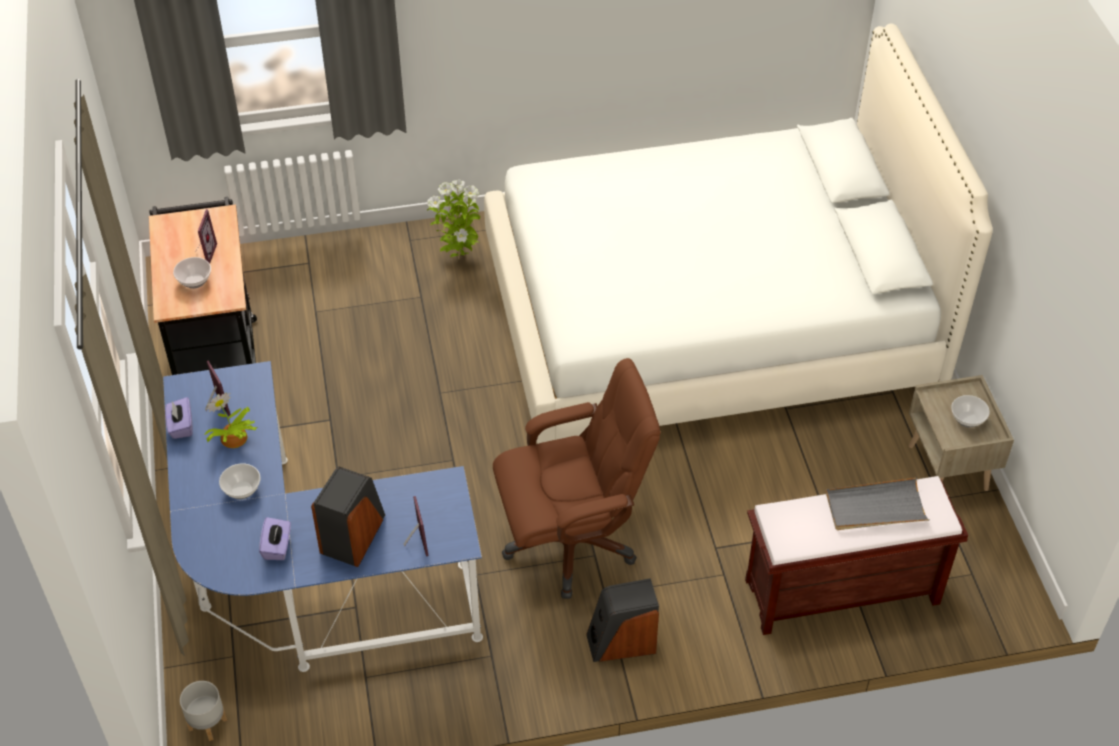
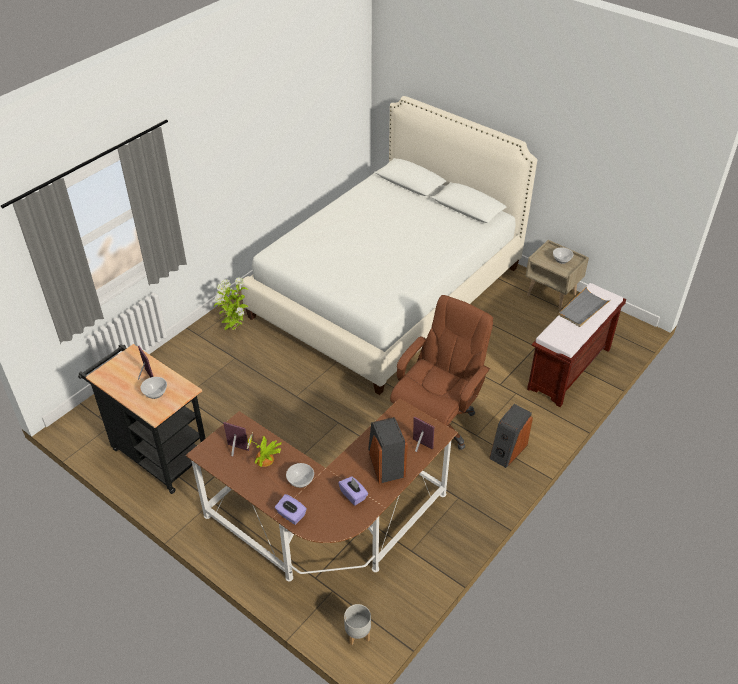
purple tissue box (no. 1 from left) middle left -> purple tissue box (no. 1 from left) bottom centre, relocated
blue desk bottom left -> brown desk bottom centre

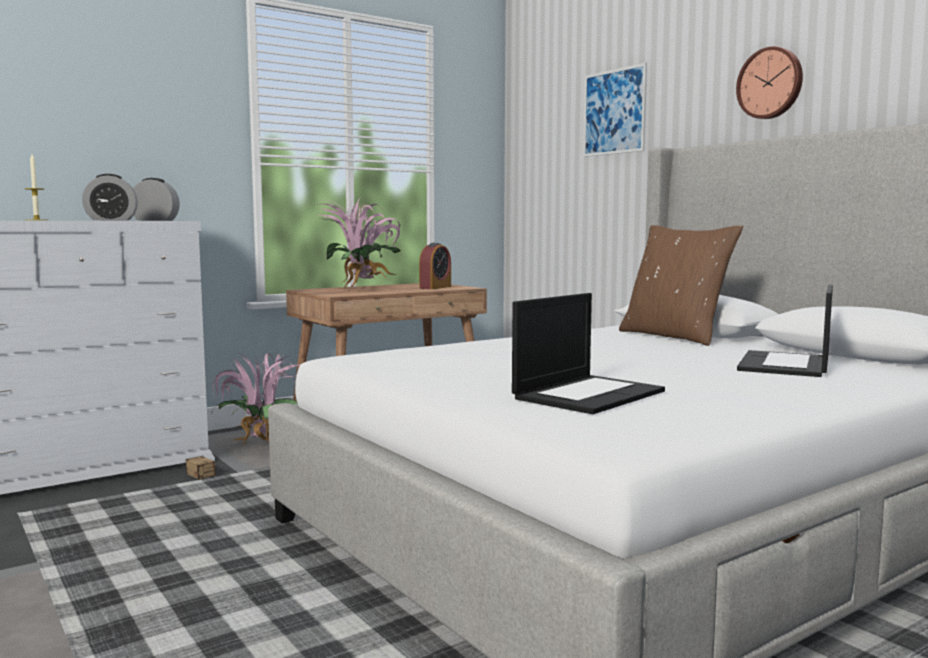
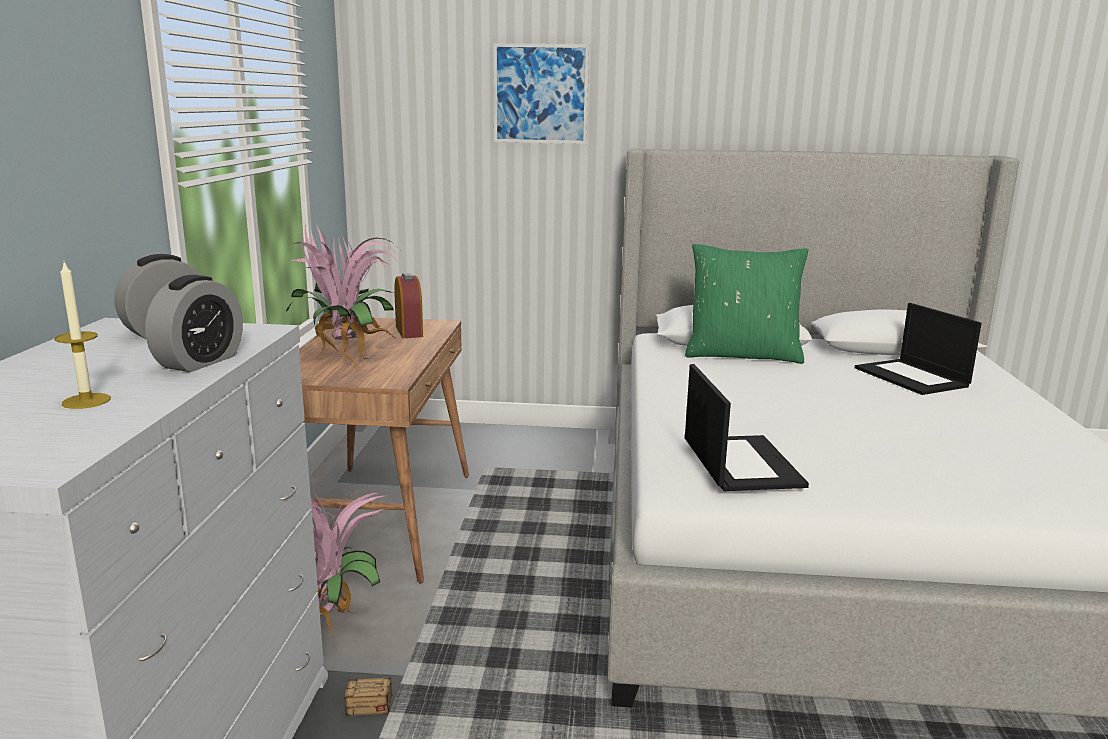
wall clock top right -> none
laptop (no. 1 from left) centre -> laptop (no. 1 from left) middle right, relocated
brown pillow middle right -> green pillow middle right

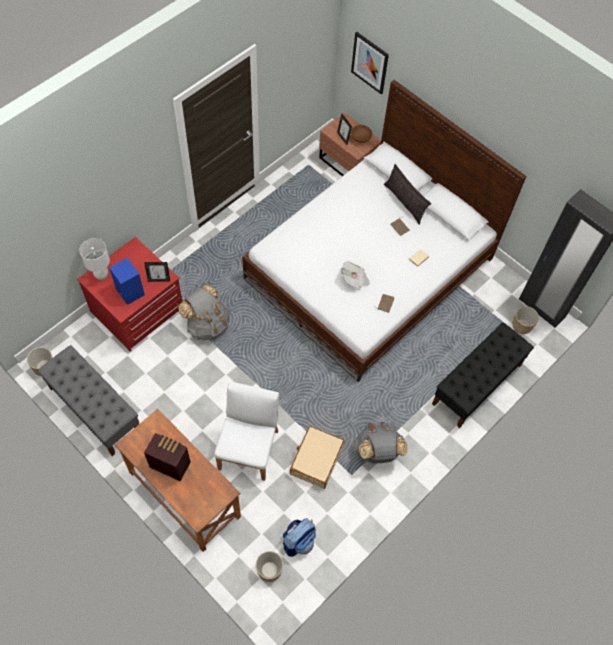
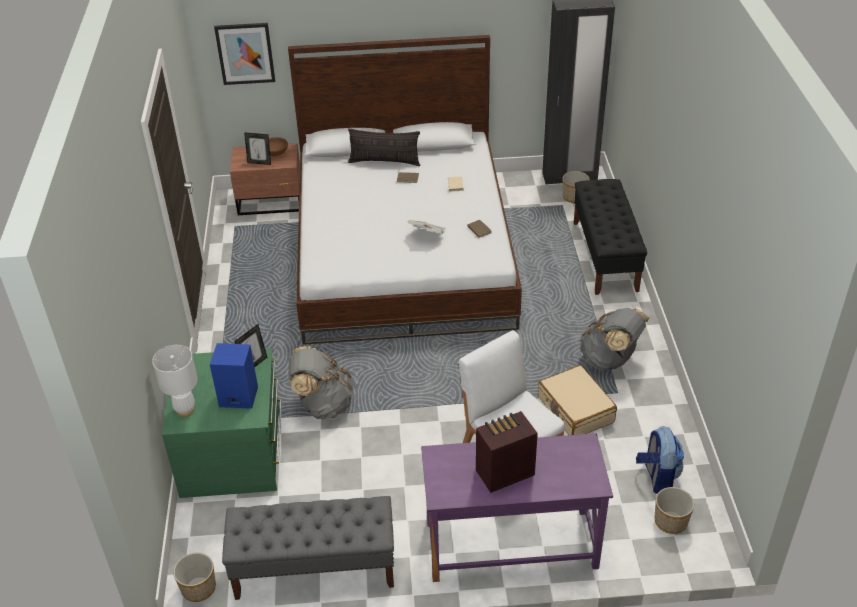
red dresser middle left -> green dresser bottom left
brown desk bottom left -> purple desk bottom centre

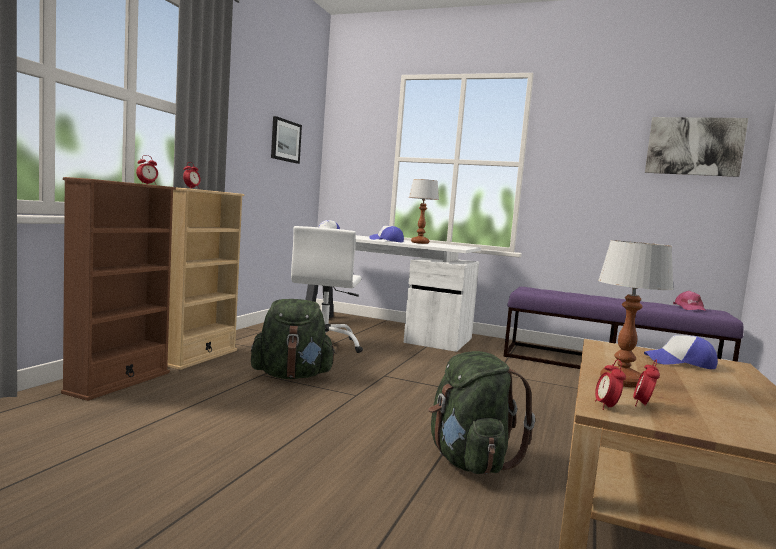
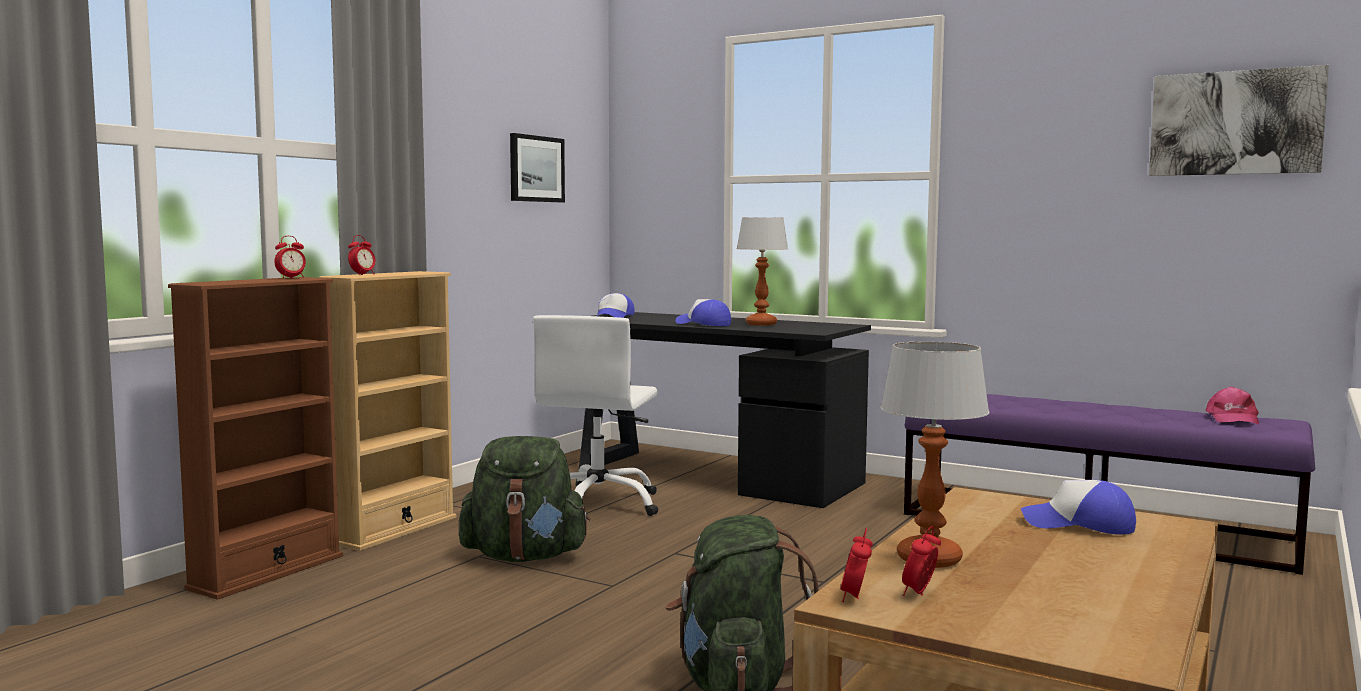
white desk centre -> black desk centre

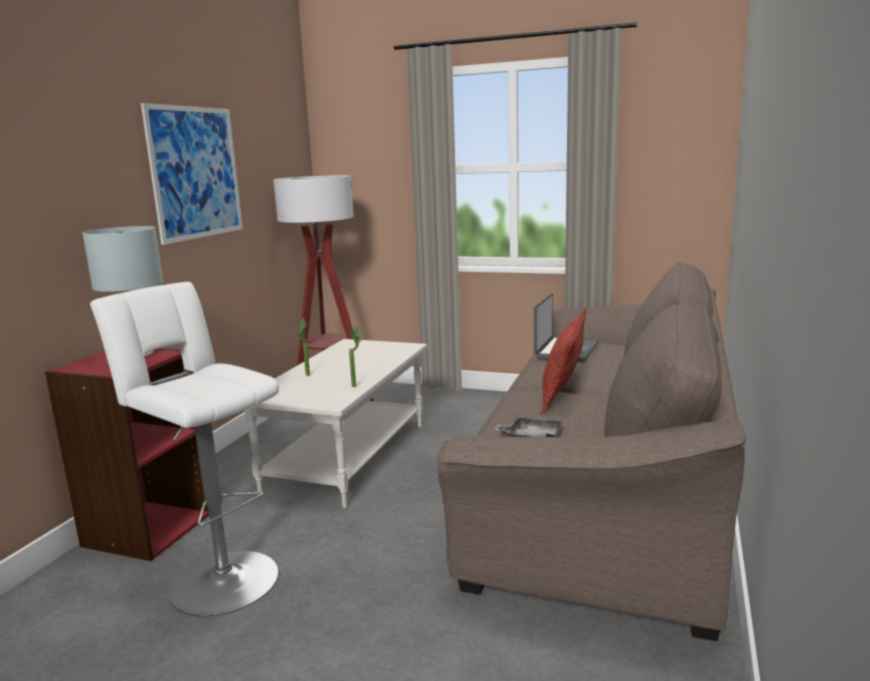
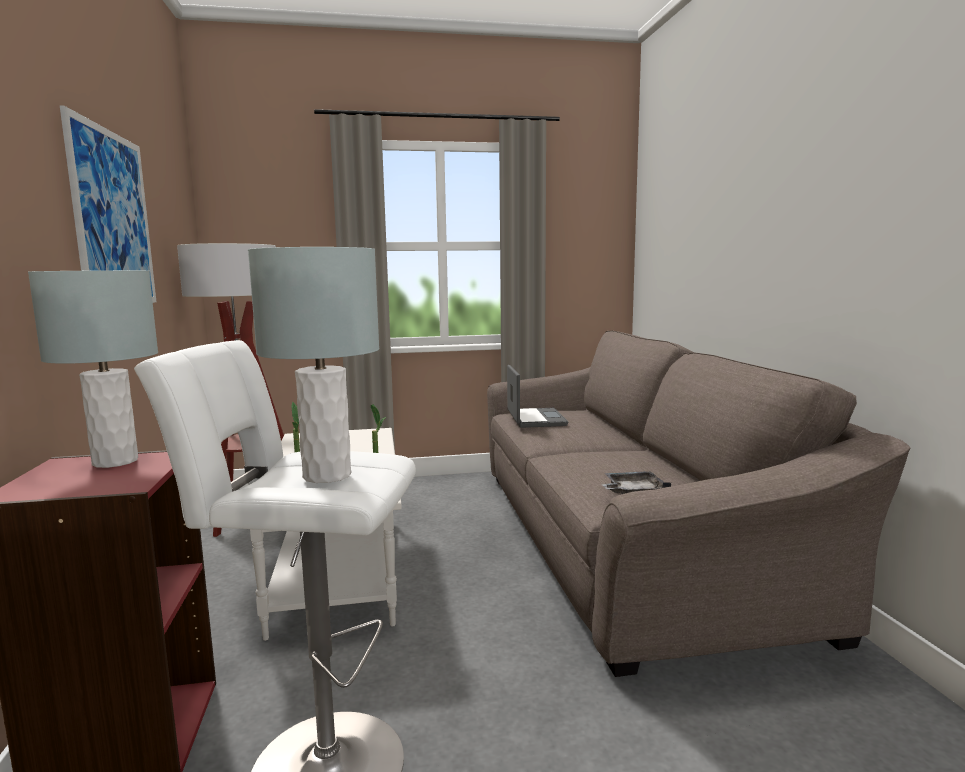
pillow centre -> none
none -> grey table lamp (no. 2 from left) middle left

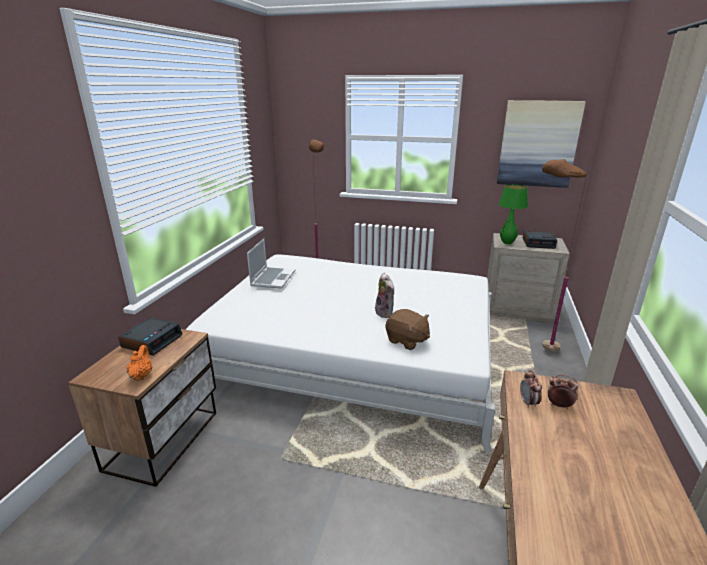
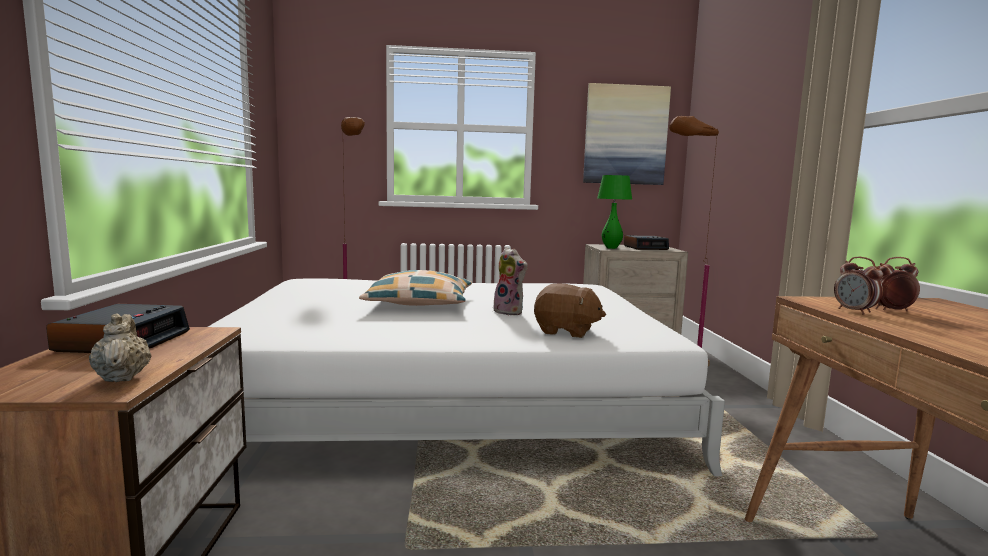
laptop centre -> none
none -> pillow centre
orange teapot middle left -> beige teapot middle left

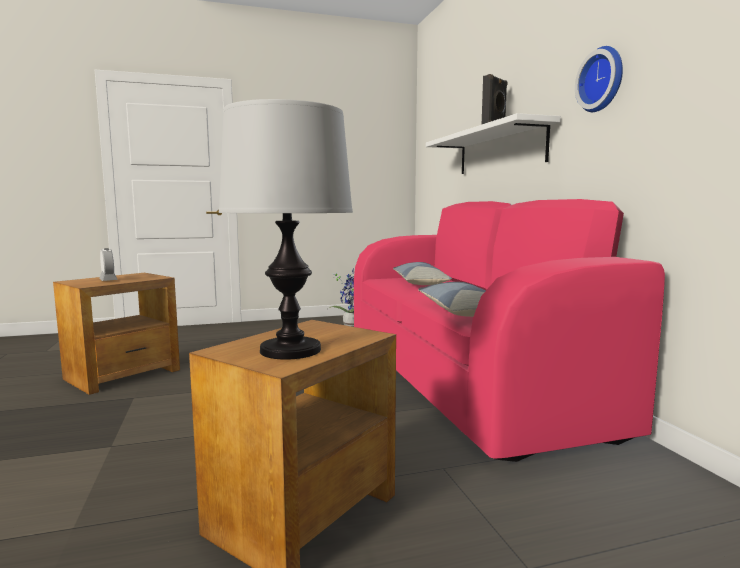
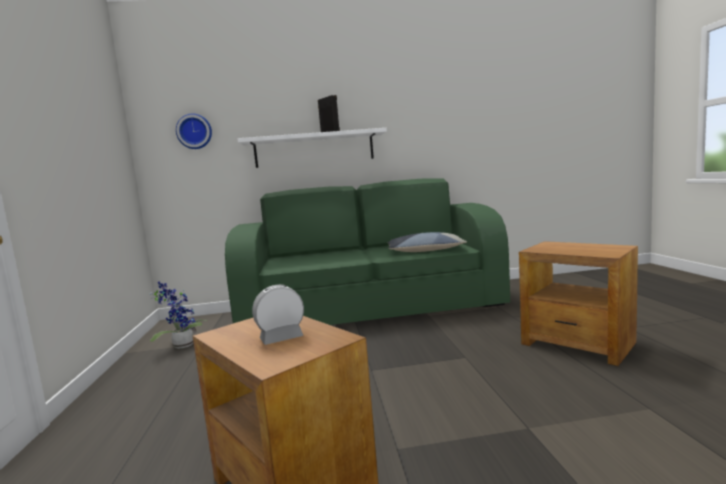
table lamp centre -> none
pillow (no. 1 from left) centre -> none
wall clock top right -> wall clock top left, relocated
pink sofa middle right -> green sofa centre

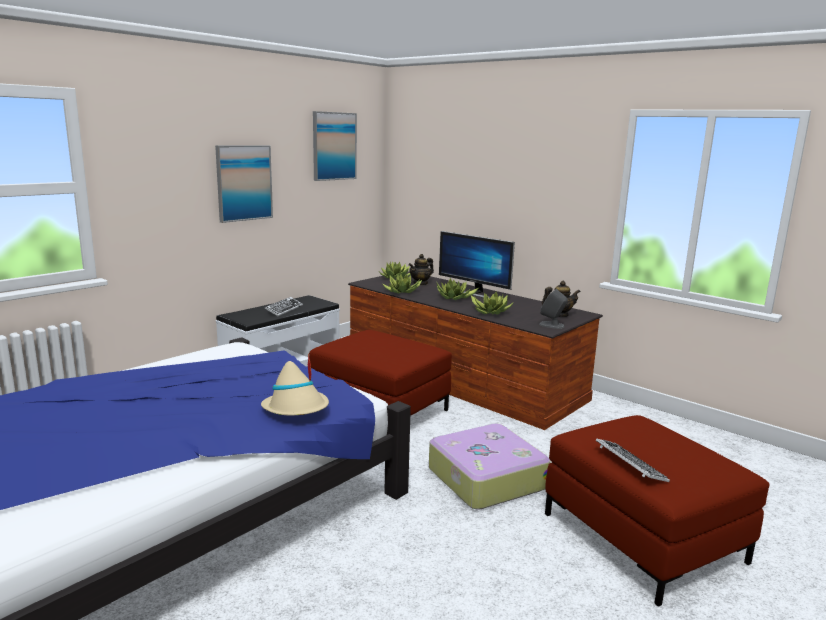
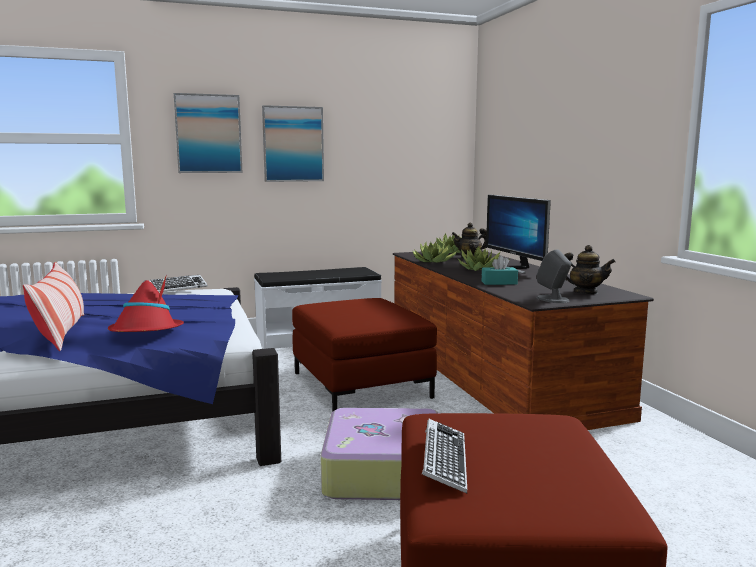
none -> pillow middle left
keyboard (no. 1 from left) centre -> keyboard (no. 1 from left) middle left, relocated
picture (no. 2 from left in the first image) top centre -> picture (no. 1 from left) top left, relocated
potted plant (no. 4 from left) centre -> turquoise tissue box centre
beige hat centre -> red hat middle left

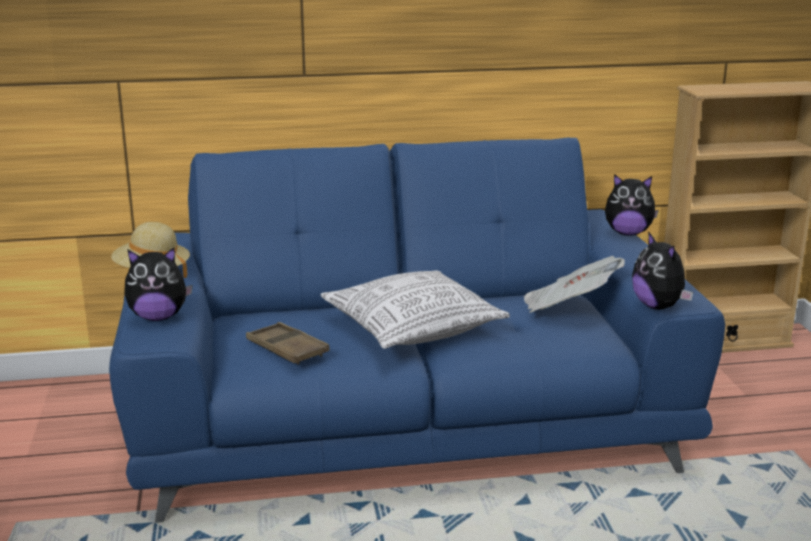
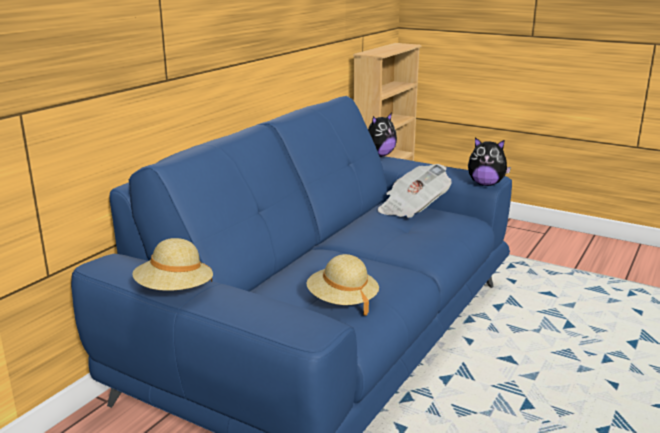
plush toy (no. 1 from left) middle left -> none
pillow centre -> none
brown tray centre -> beige hat (no. 2 from left) centre

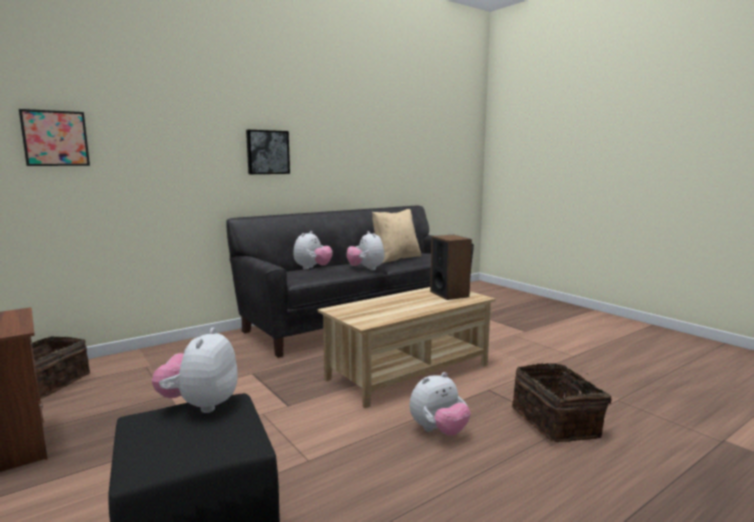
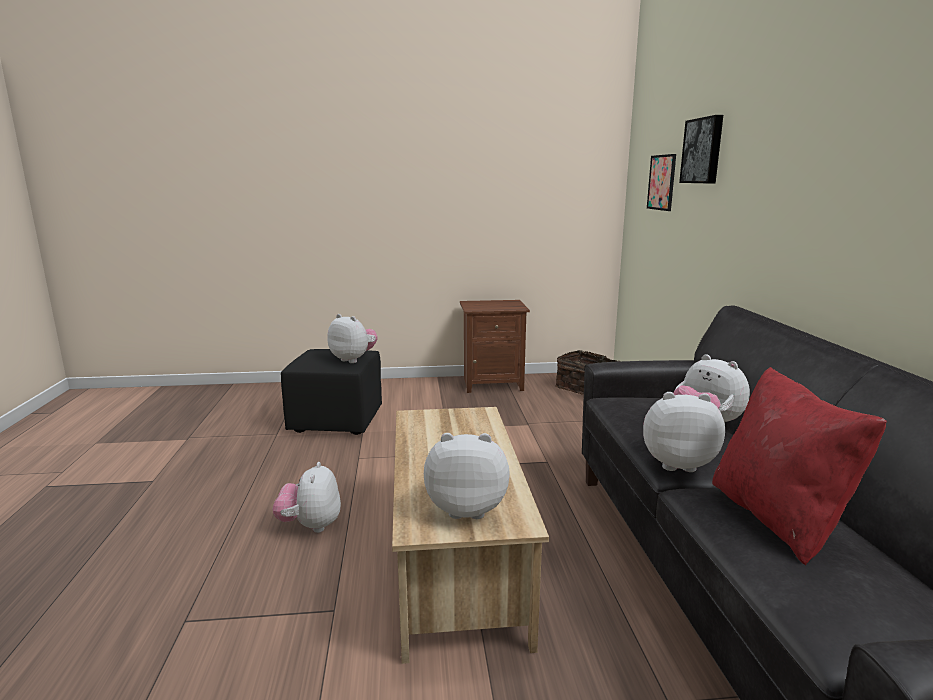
basket (no. 2 from left) bottom right -> none
picture (no. 2 from left) top centre -> picture (no. 2 from left) top right, relocated
speaker centre -> plush toy (no. 3 from left) bottom centre
beige pillow centre -> red pillow middle right

